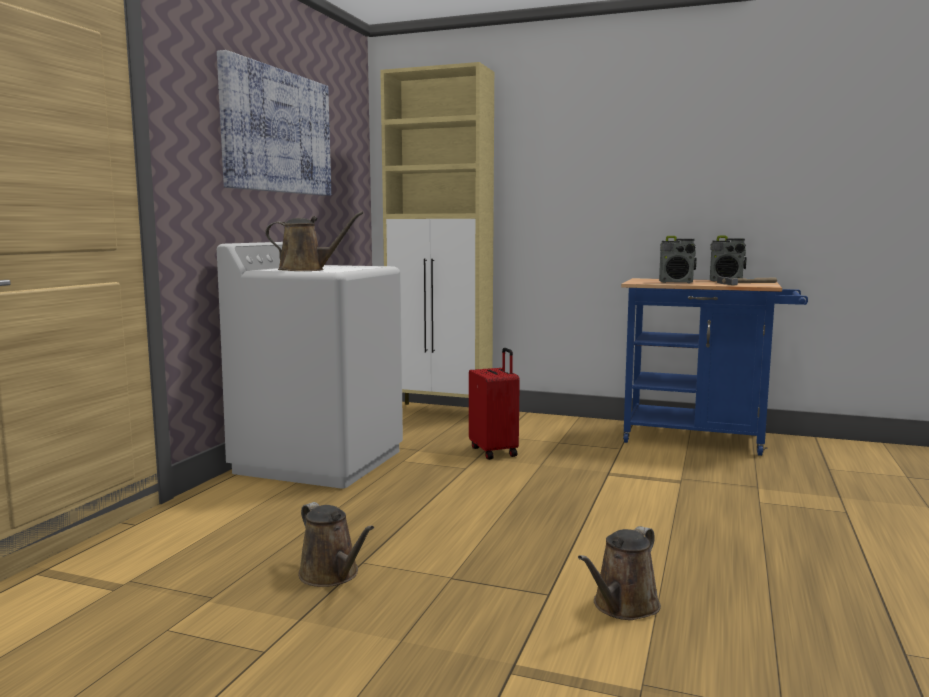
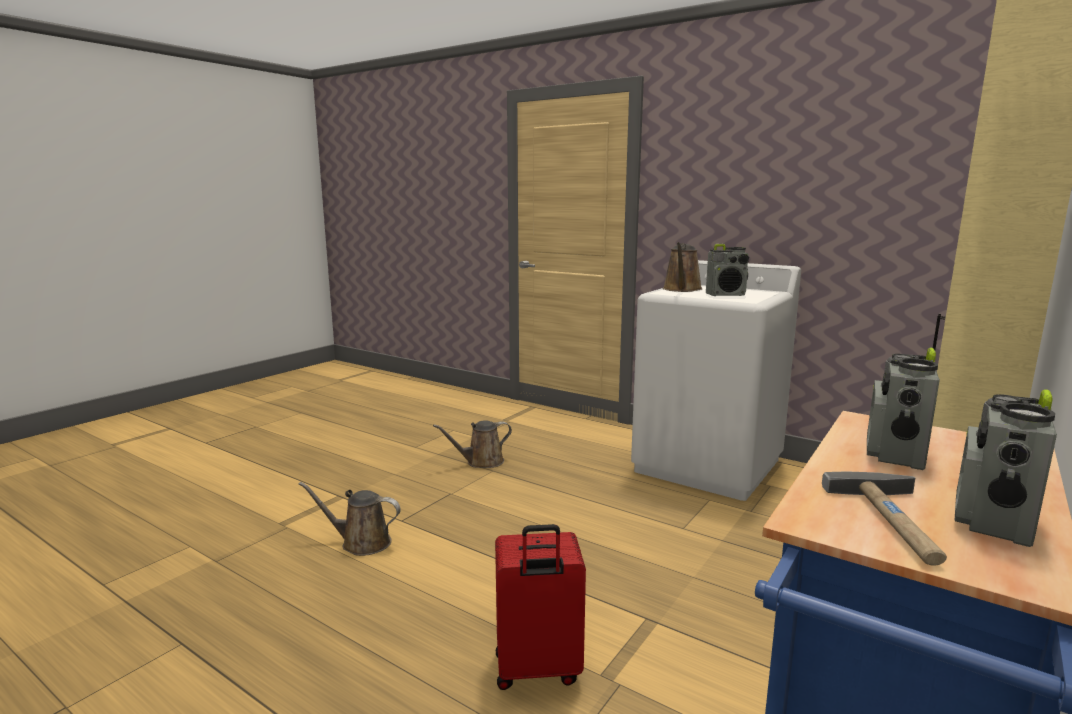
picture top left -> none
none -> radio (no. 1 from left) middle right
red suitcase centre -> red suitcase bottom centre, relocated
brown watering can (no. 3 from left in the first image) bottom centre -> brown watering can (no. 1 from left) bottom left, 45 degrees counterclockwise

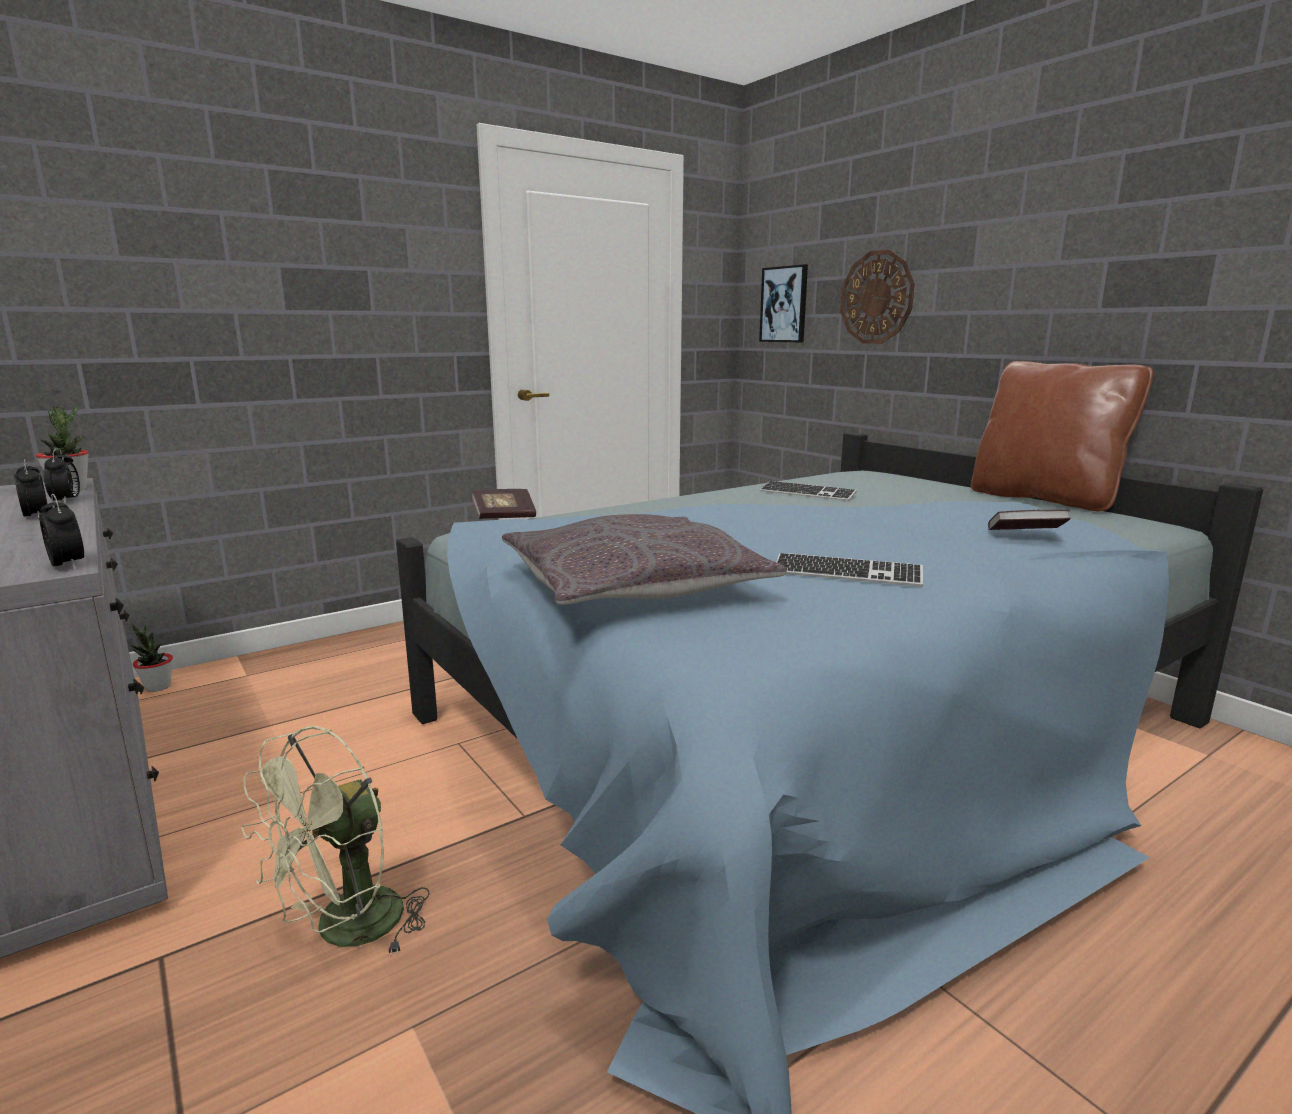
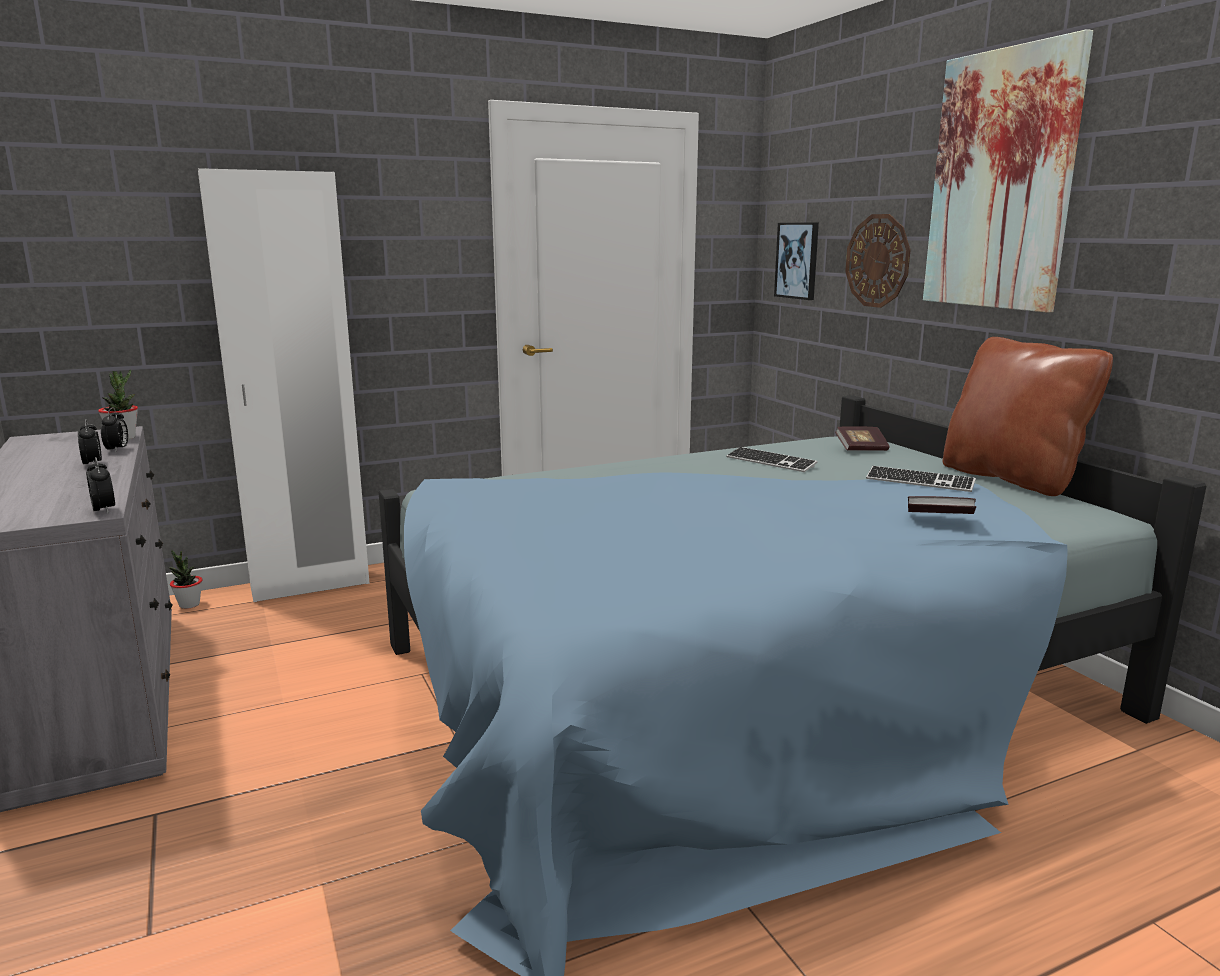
green fan bottom left -> none
grey pillow centre -> none
none -> white wardrobe middle left
none -> picture (no. 2 from left) top right
book (no. 1 from left) centre -> book (no. 1 from left) middle right, relocated
keyboard (no. 2 from left) centre -> keyboard (no. 2 from left) middle right, relocated

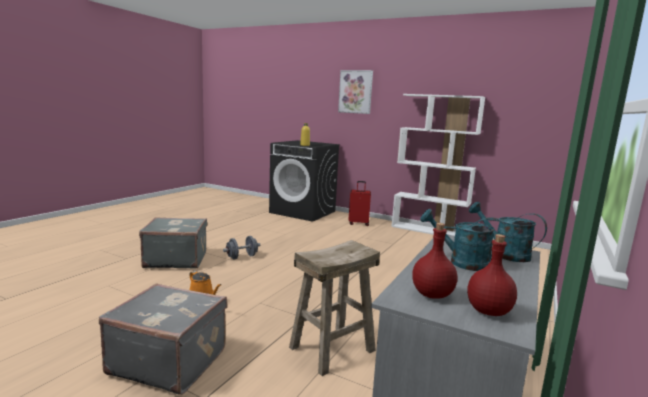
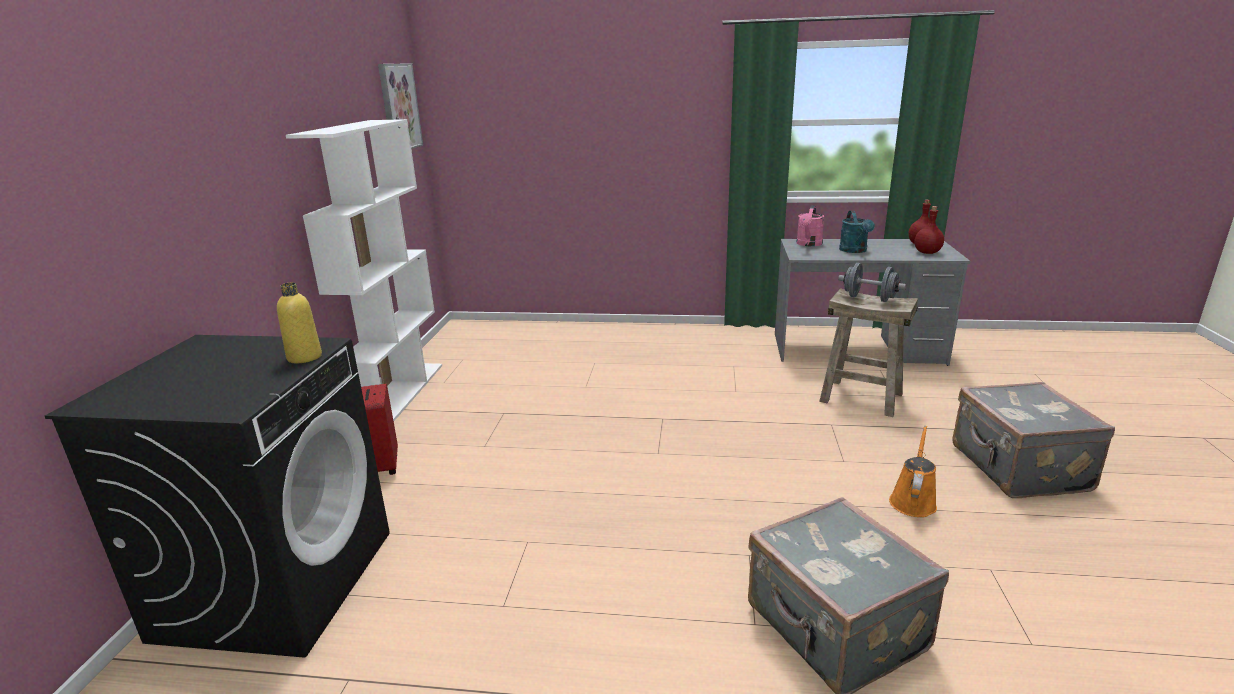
grey dumbbell centre -> grey dumbbell middle right, relocated
picture top centre -> picture top left, relocated
turquoise watering can (no. 2 from left) middle right -> pink watering can top centre

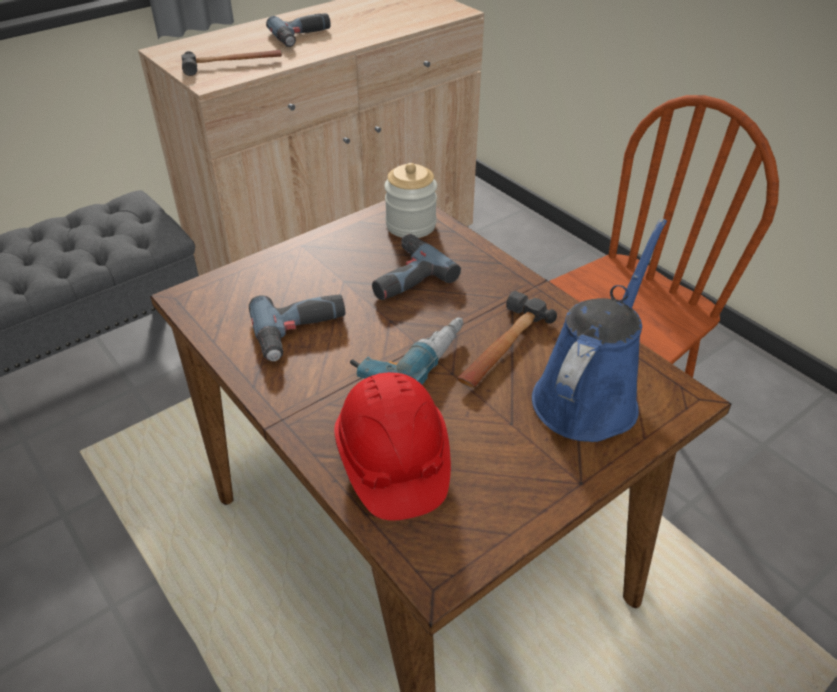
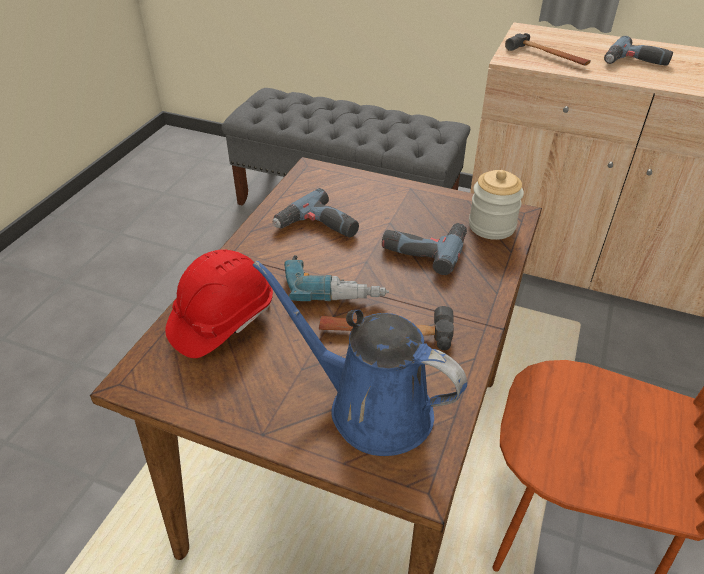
blue watering can middle right -> blue watering can centre, 150 degrees counterclockwise

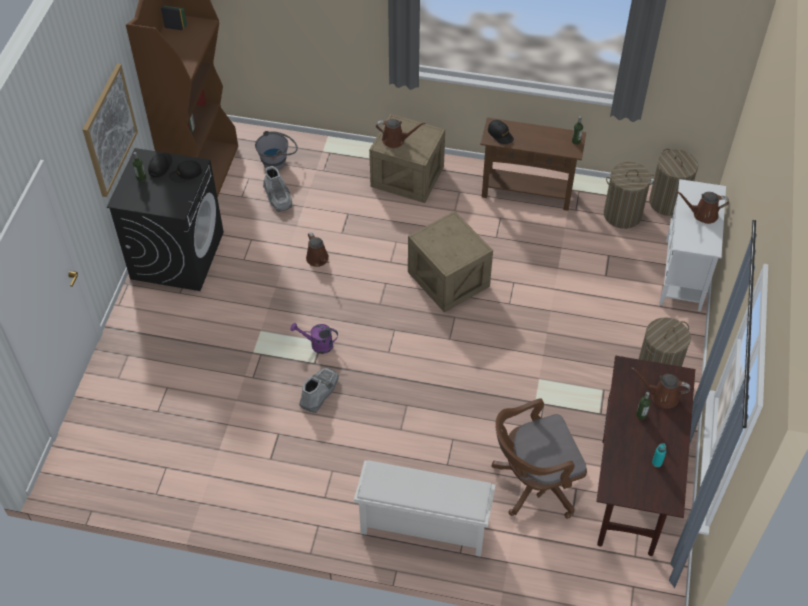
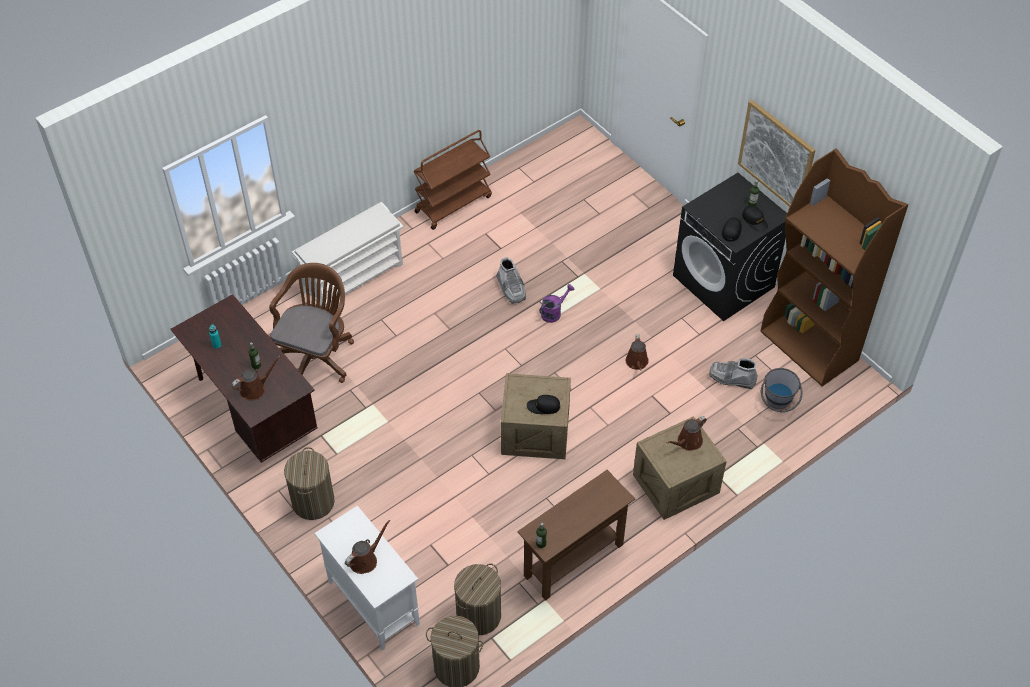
none -> brown cart top centre
black cap (no. 3 from left in the first image) top centre -> black cap (no. 1 from left) centre, relocated
brown watering can (no. 1 from left in the first image) centre -> brown watering can (no. 3 from left) centre, 105 degrees counterclockwise

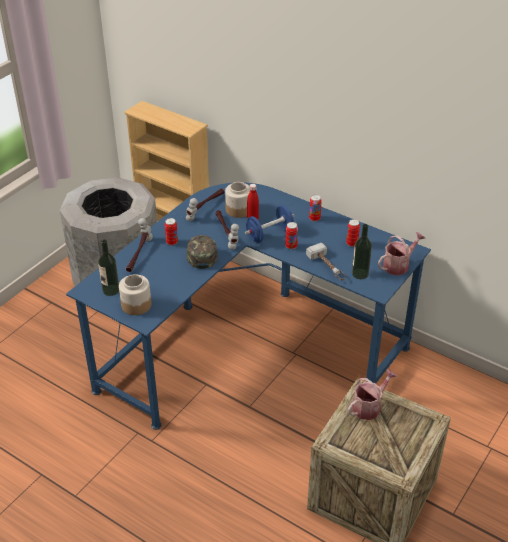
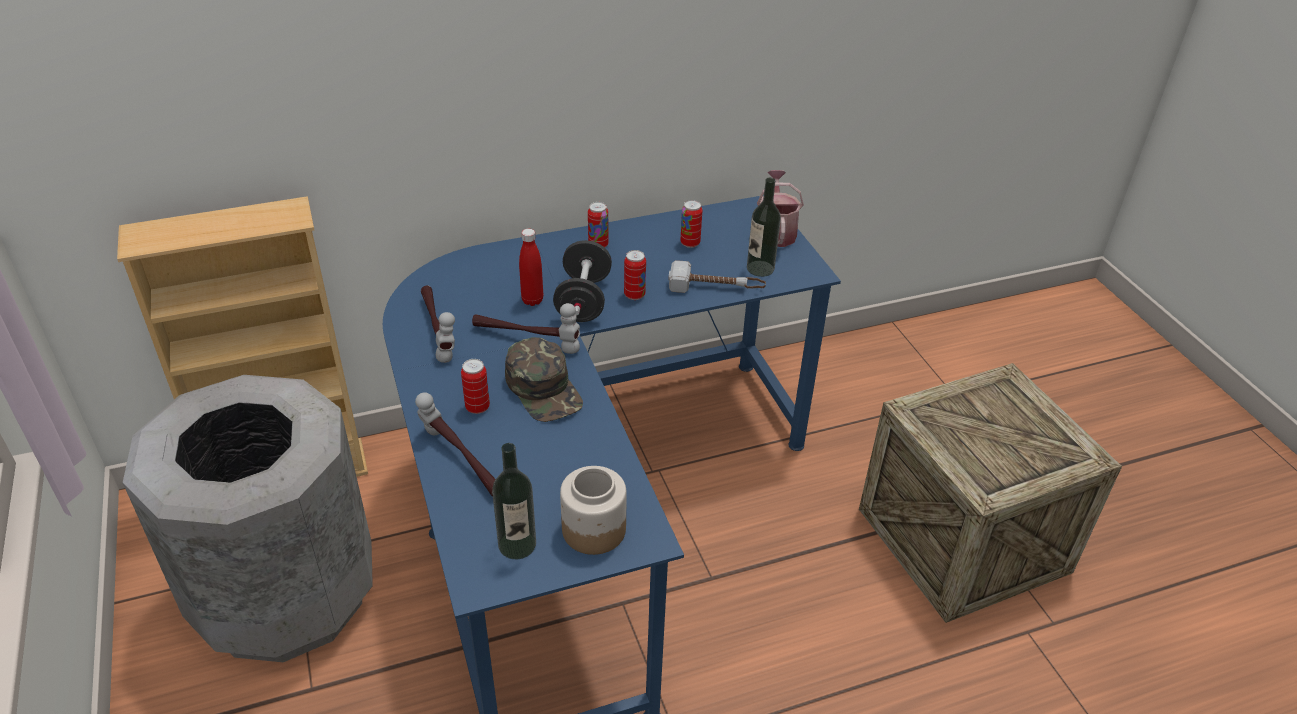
jar (no. 2 from left) centre -> none
watering can (no. 1 from left) bottom right -> none
blue dumbbell centre -> black dumbbell centre
green cap centre, 150 degrees counterclockwise

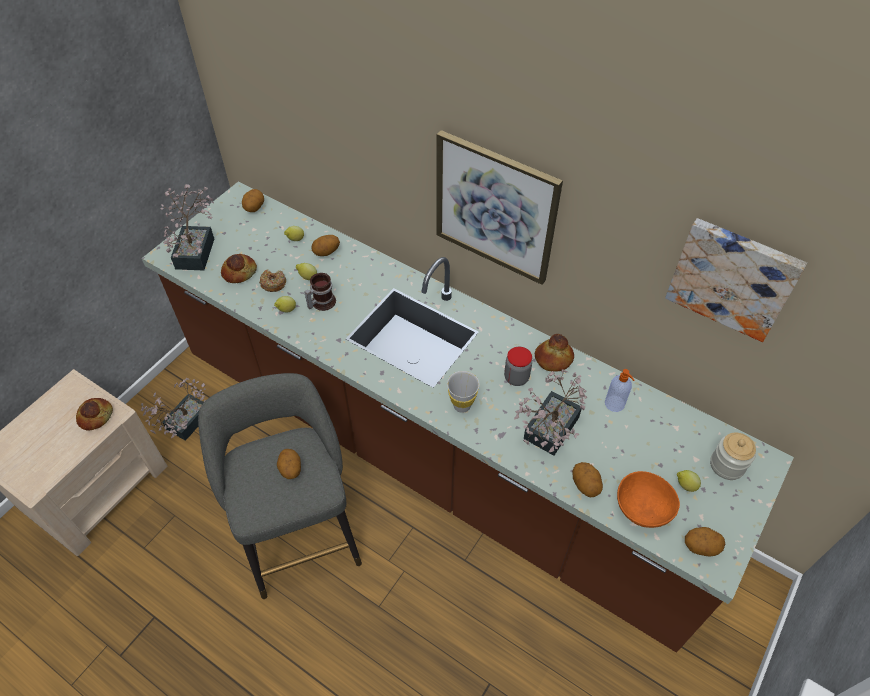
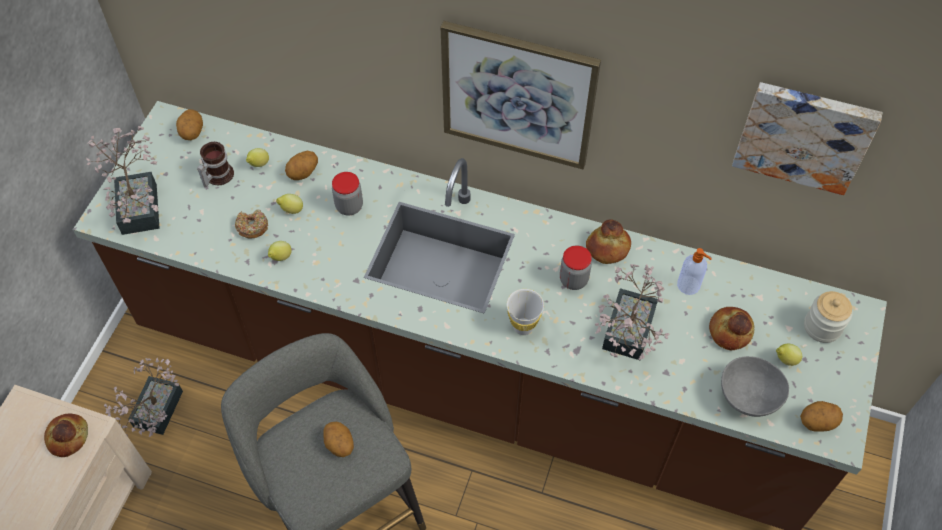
potato (no. 4 from left) bottom right -> none
none -> jar (no. 1 from left) centre
bread (no. 2 from left in the first image) middle left -> bread (no. 3 from left) middle right, relocated
mug centre -> mug top left, relocated
orange bowl bottom right -> grey bowl bottom right

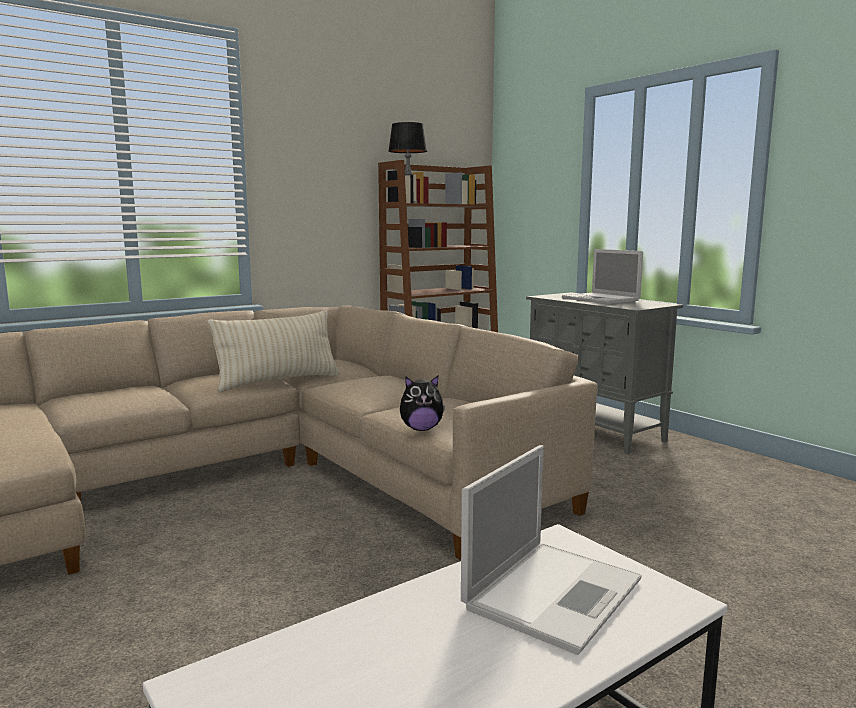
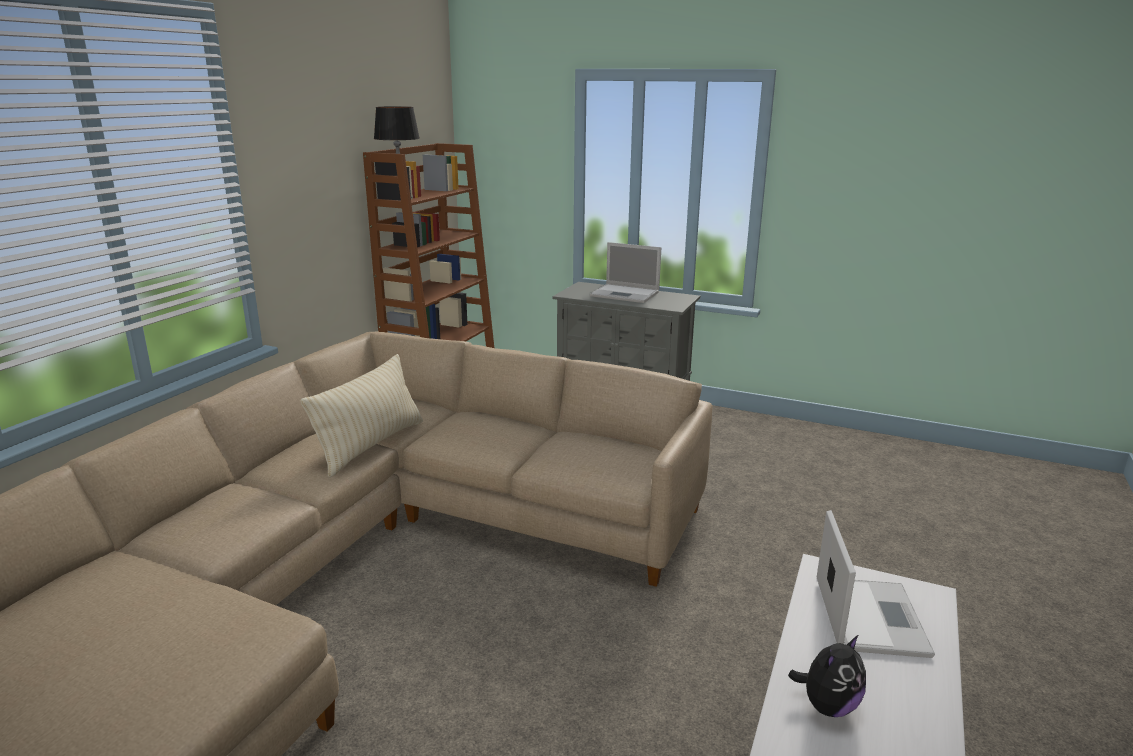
plush toy centre -> plush toy bottom right, relocated

